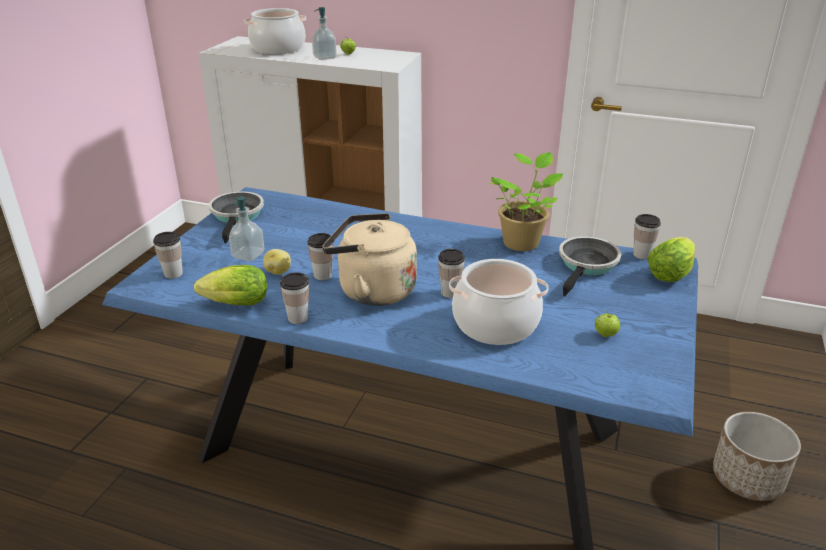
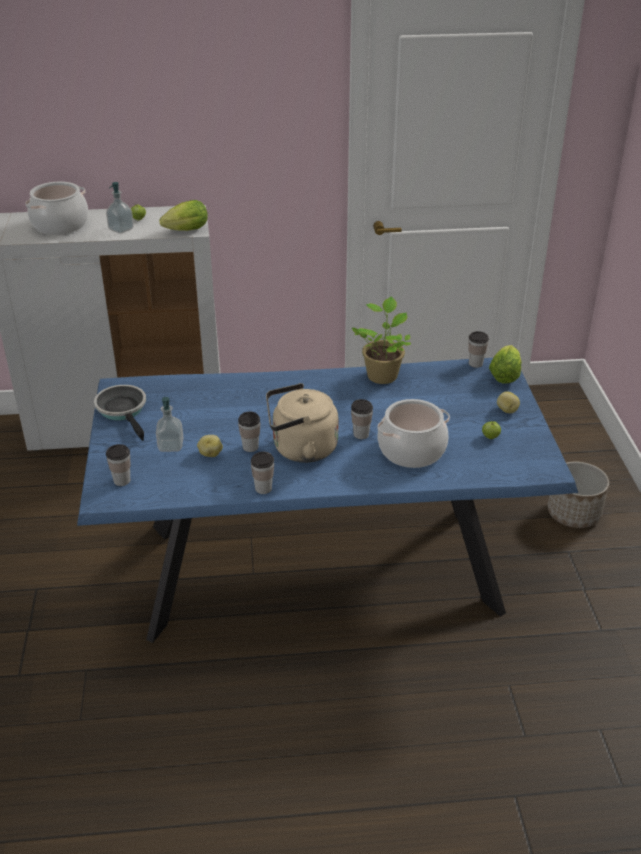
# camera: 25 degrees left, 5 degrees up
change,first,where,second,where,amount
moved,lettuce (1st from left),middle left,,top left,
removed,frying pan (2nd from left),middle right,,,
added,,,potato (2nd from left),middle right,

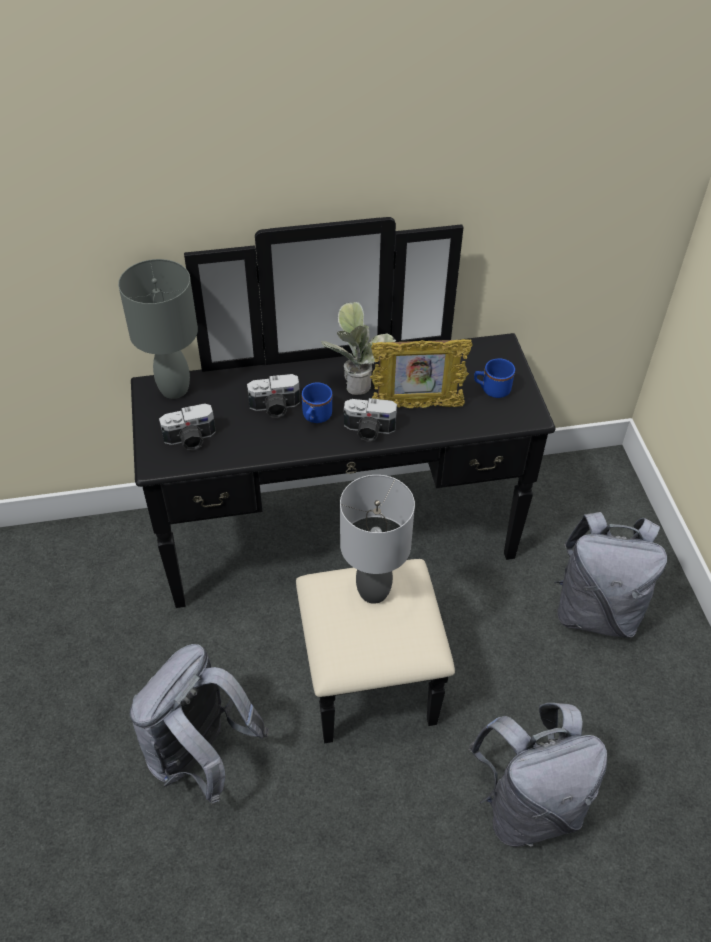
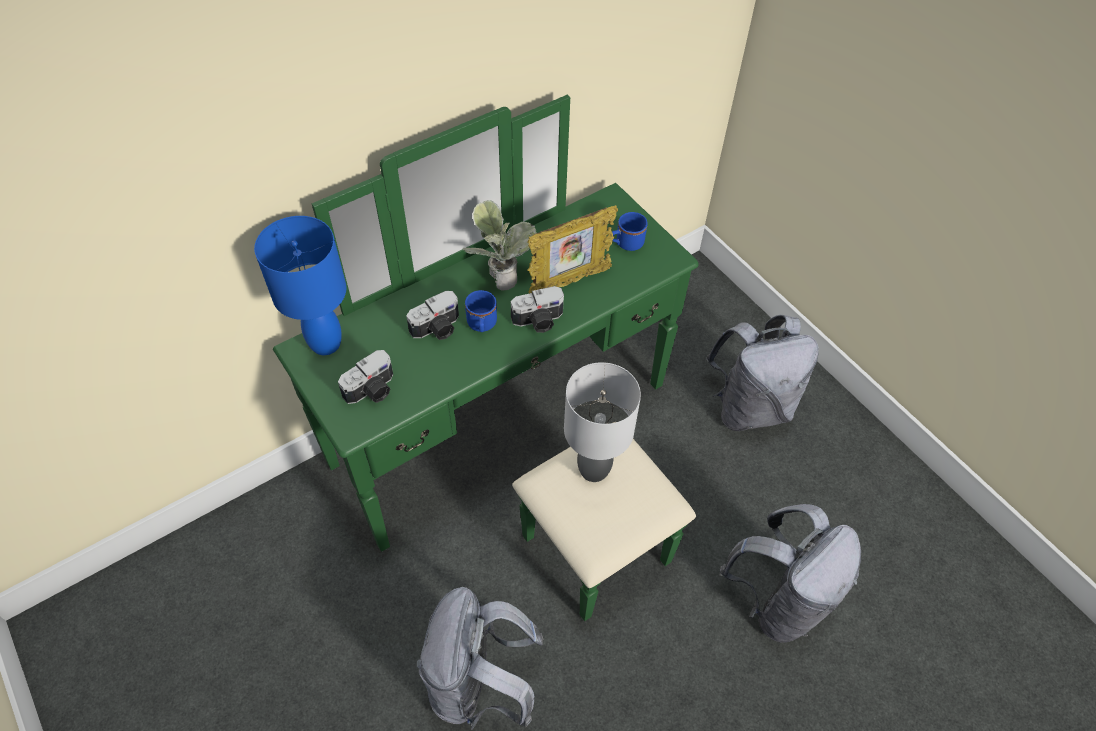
# camera: 25 degrees left, 5 degrees up
change,first,where,second,where,amount
recoloured,grey table lamp (1st from left),middle left,blue table lamp,middle left,
recoloured,black dresser,centre,green dresser,centre,

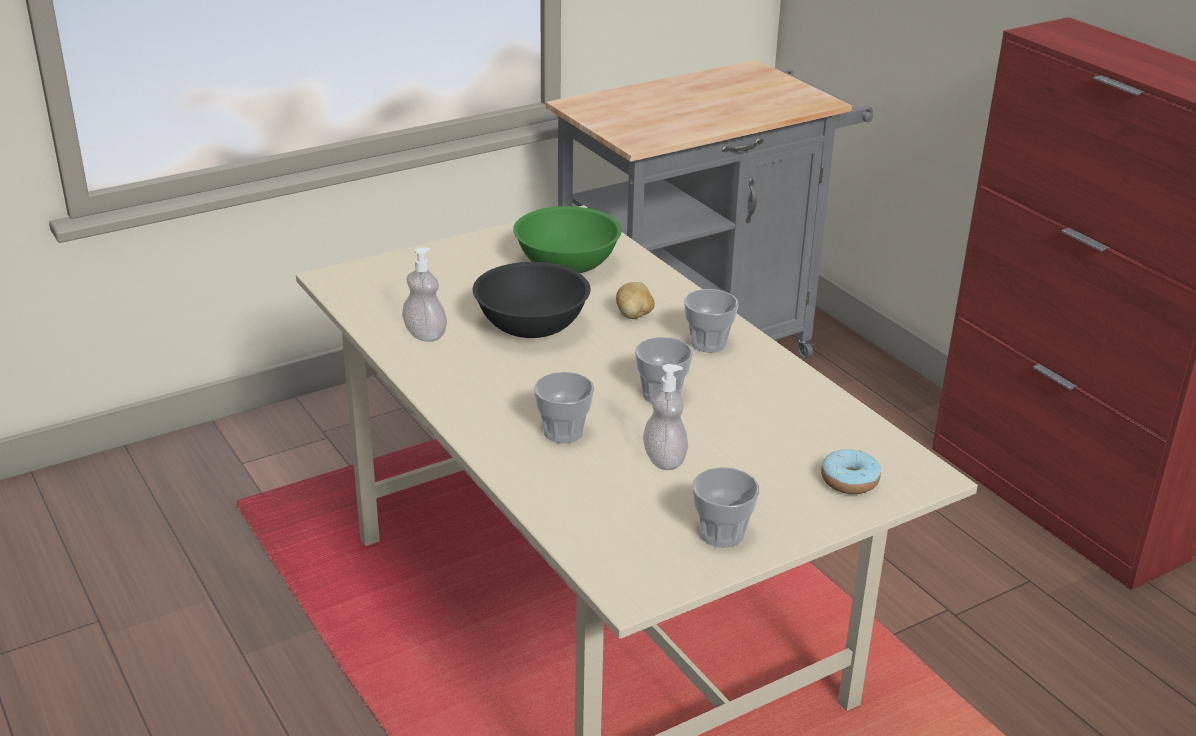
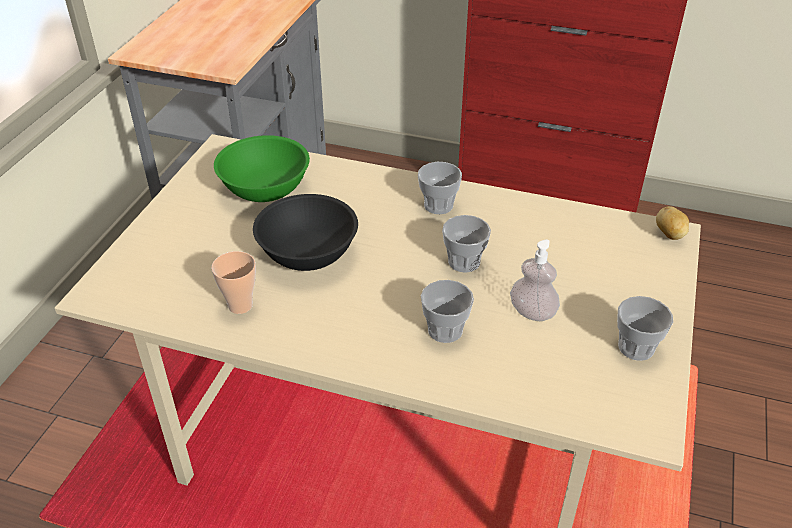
# camera: 40 degrees left, 10 degrees up
change,first,where,second,where,amount
replaced,soap dispenser (1st from left),centre,cup (1st from left),middle left,
moved,potato,centre,,middle right,
removed,donut,middle right,,,

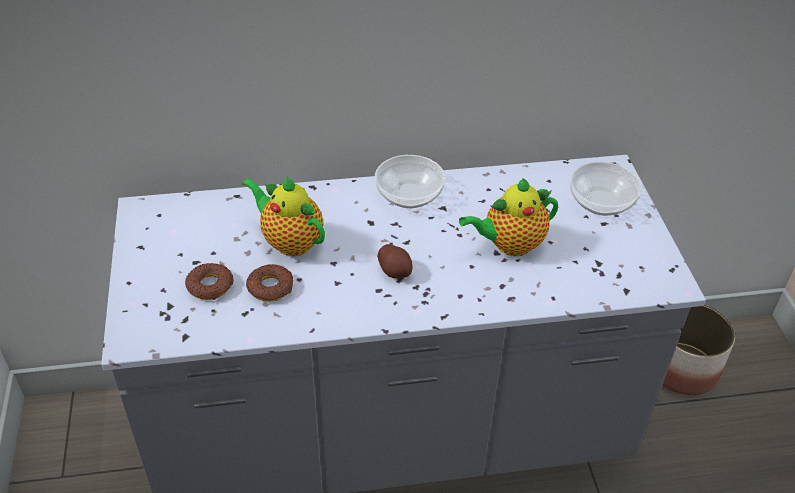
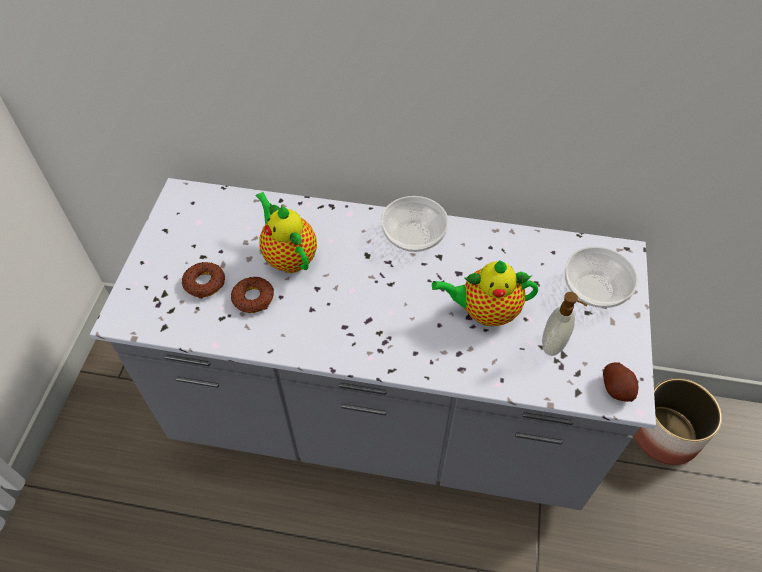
# camera: 20 degrees right, 10 degrees up
change,first,where,second,where,amount
moved,potato,centre,,bottom right,
added,,,soap dispenser,middle right,

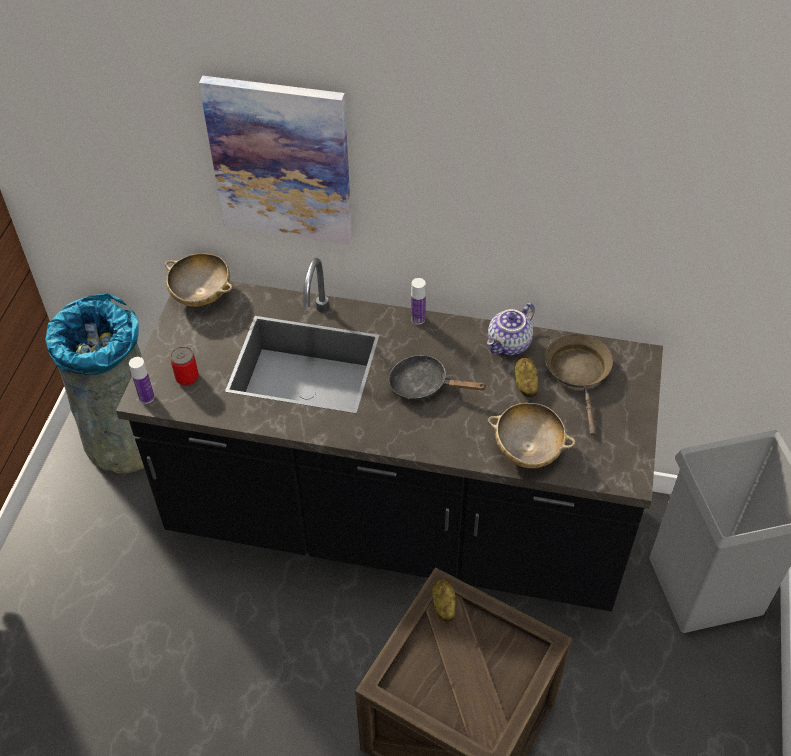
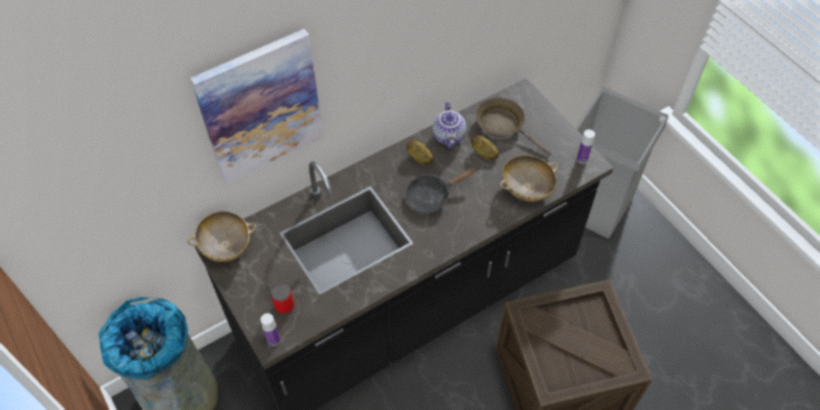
# camera: 45 degrees left, 5 degrees up
change,first,where,second,where,amount
moved,bottle (2nd from left),centre,,middle right,
moved,potato (1st from left),bottom centre,,centre,

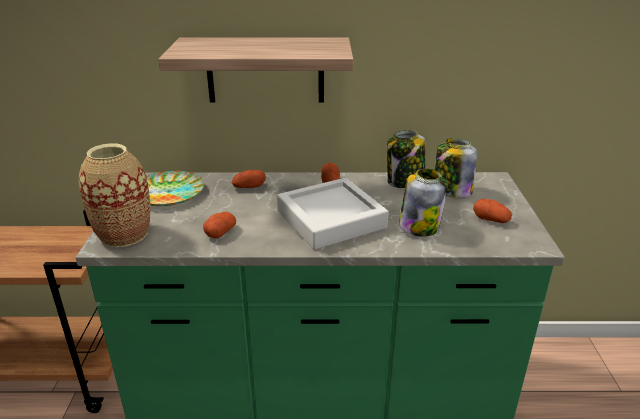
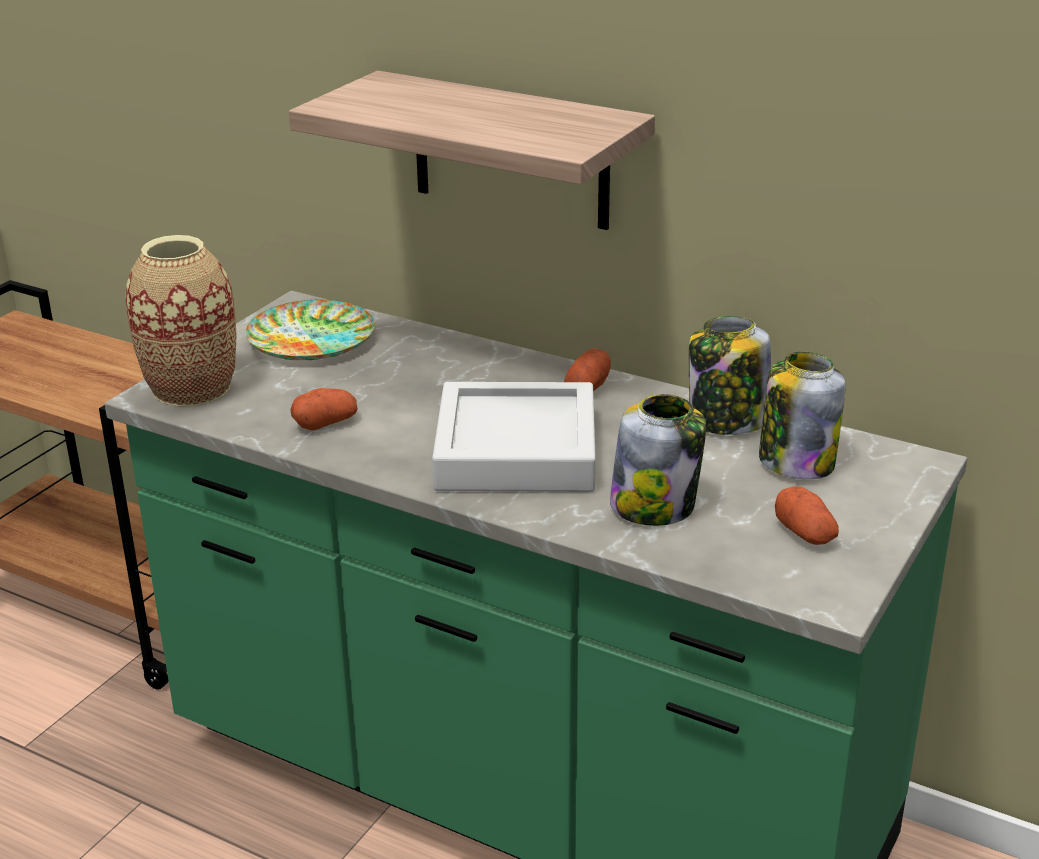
# camera: 30 degrees right, 0 degrees up
change,first,where,second,where,amount
removed,potato (2nd from left),centre,,,

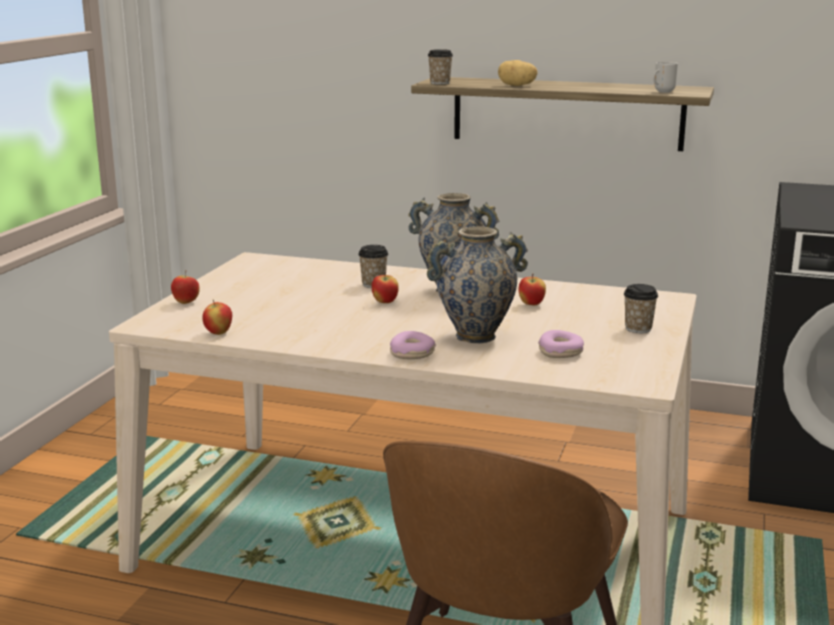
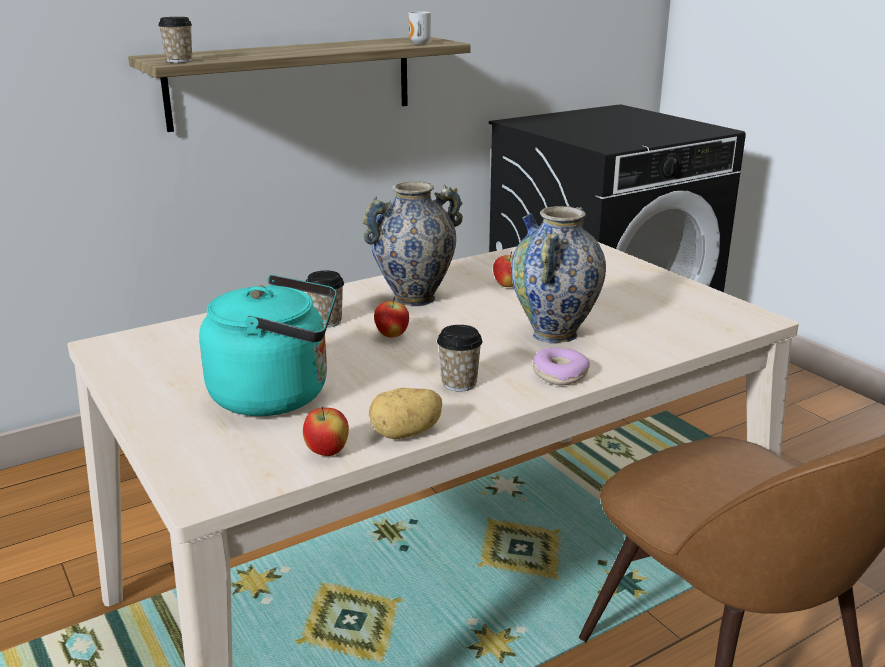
# camera: 50 degrees left, 5 degrees up
change,first,where,second,where,amount
removed,apple (1st from left),middle left,,,
moved,potato,top centre,,centre,
removed,donut (2nd from left),middle right,,,
moved,cup (3rd from left),middle right,,centre,
added,,,turquoise kettle,middle left,

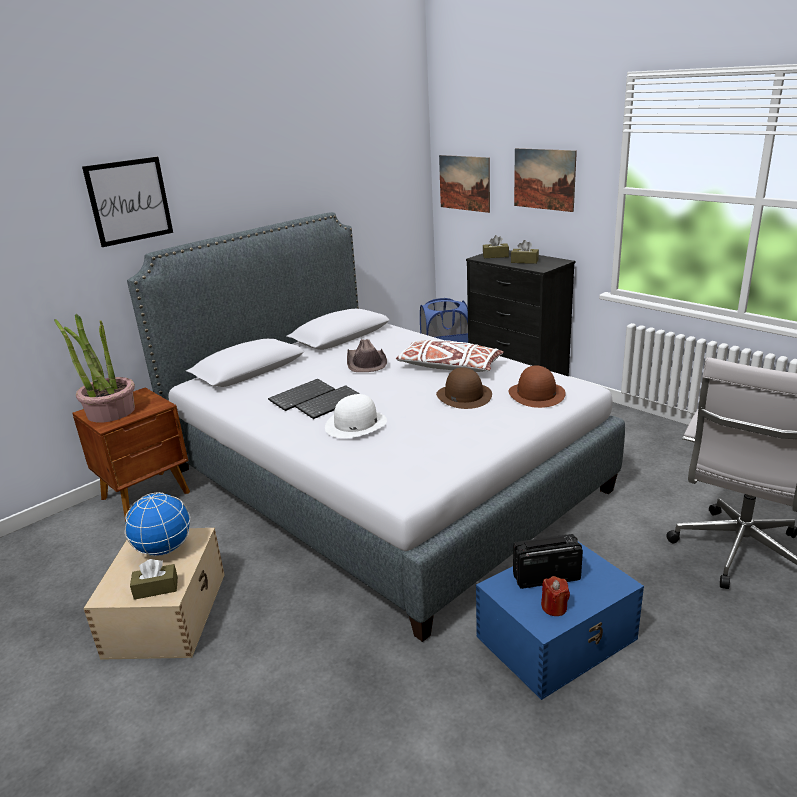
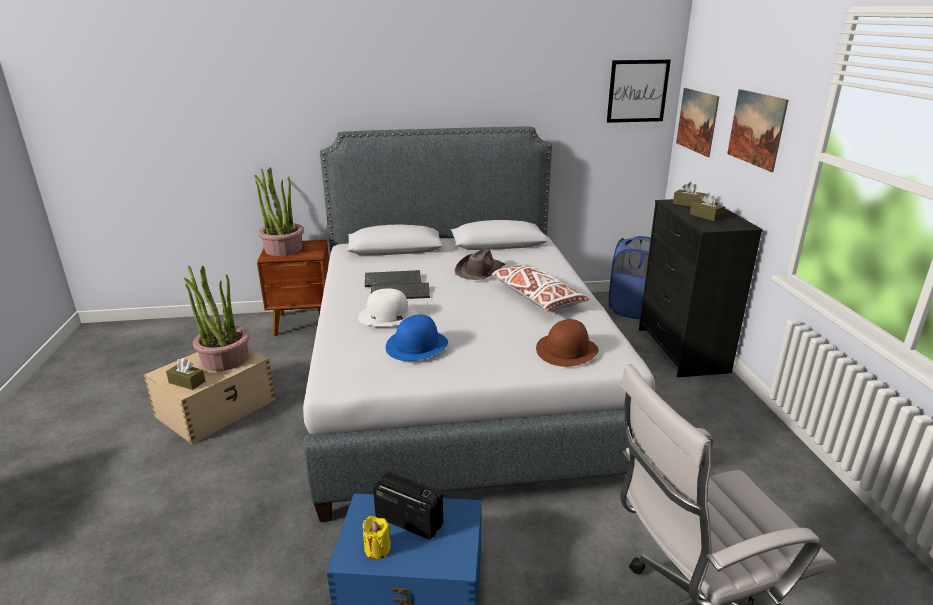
# camera: 35 degrees right, 0 degrees up
change,first,where,second,where,amount
moved,picture (1st from left),top left,,top right,
replaced,globe,middle left,potted plant (1st from left),middle left,
removed,brown hat (2nd from left),centre,,,
recoloured,red candle,bottom right,yellow candle,bottom centre,
added,,,blue hat,centre,

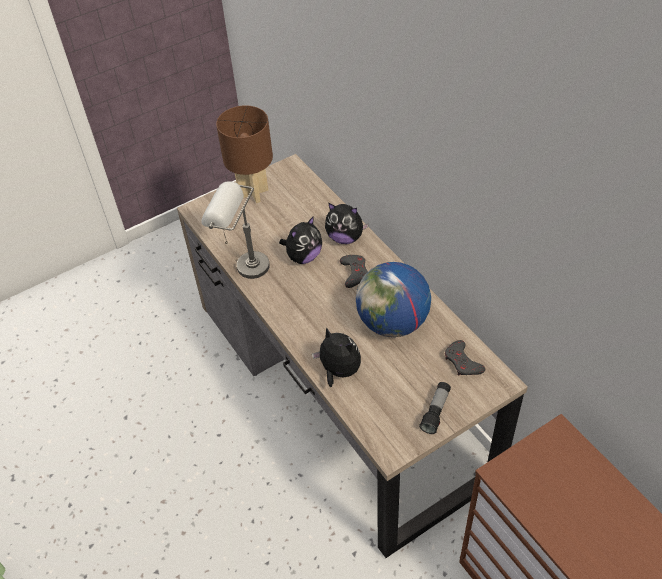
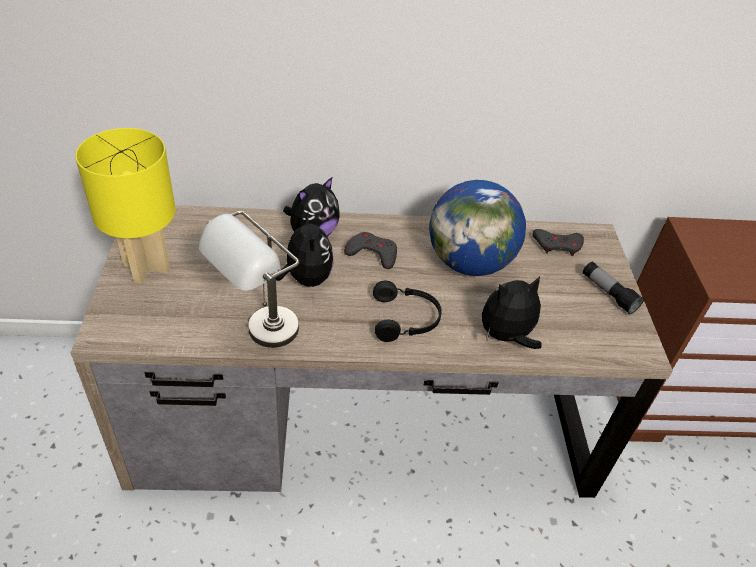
# camera: 65 degrees left, 5 degrees down
change,first,where,second,where,amount
recoloured,brown table lamp,top centre,yellow table lamp,middle left,
added,,,black headphones,centre,

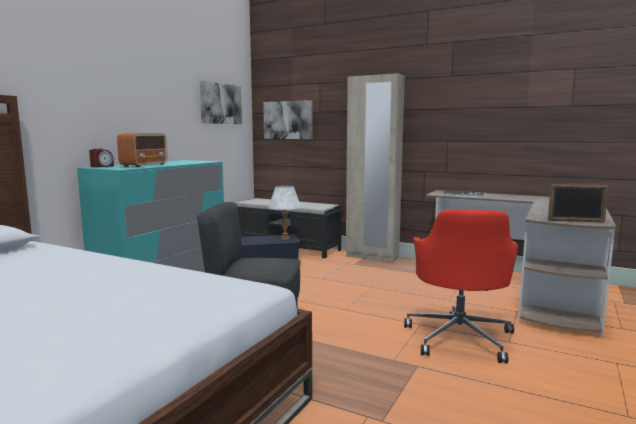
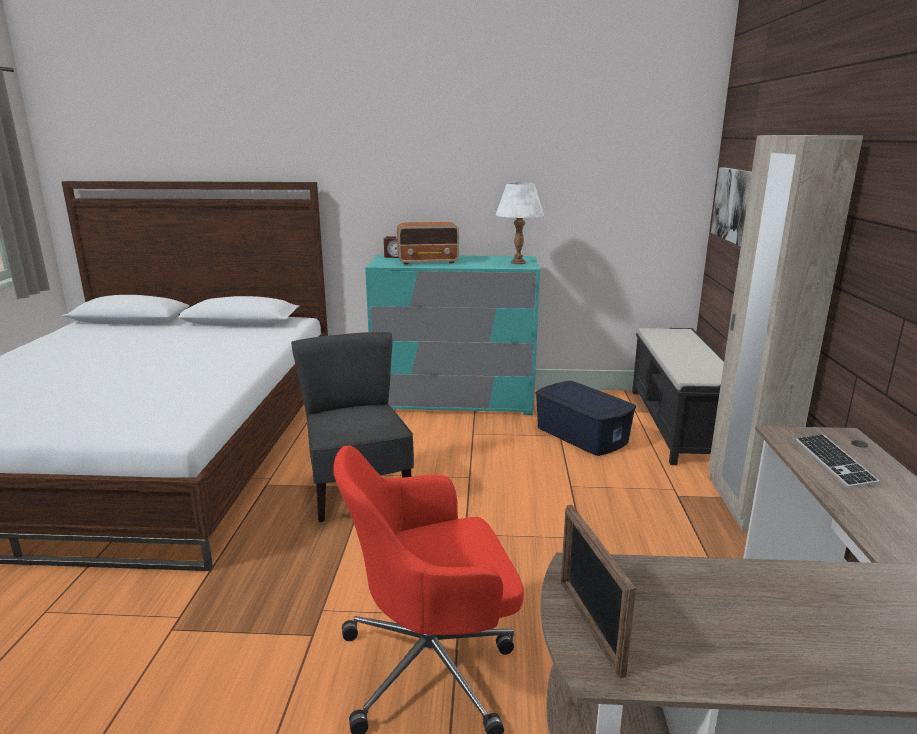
# camera: 65 degrees right, 10 degrees up
change,first,where,second,where,amount
removed,picture (1st from left),top centre,,,
moved,white table lamp,centre,,top centre,

